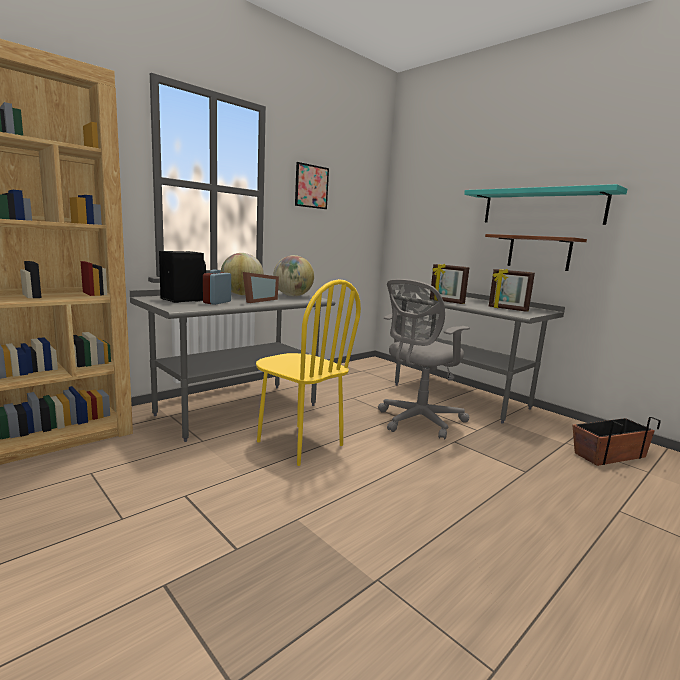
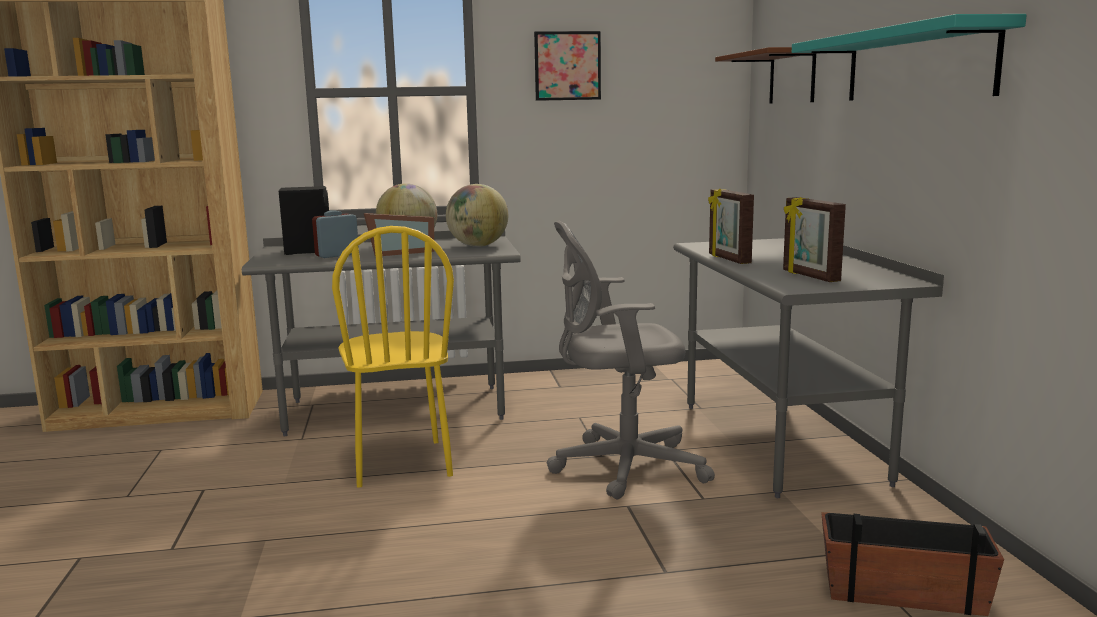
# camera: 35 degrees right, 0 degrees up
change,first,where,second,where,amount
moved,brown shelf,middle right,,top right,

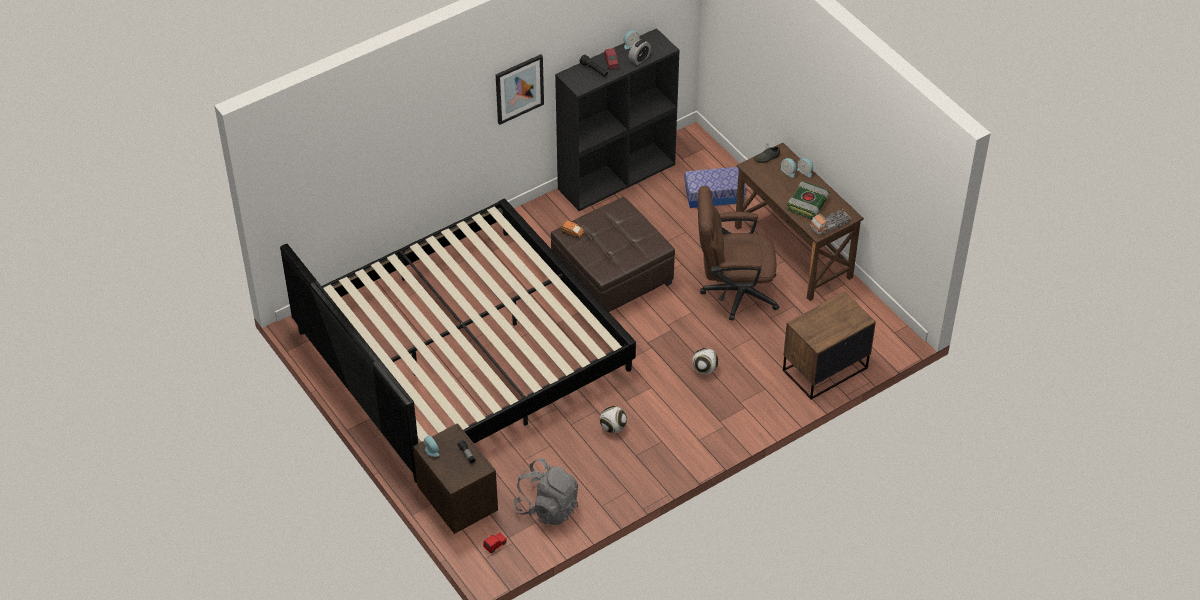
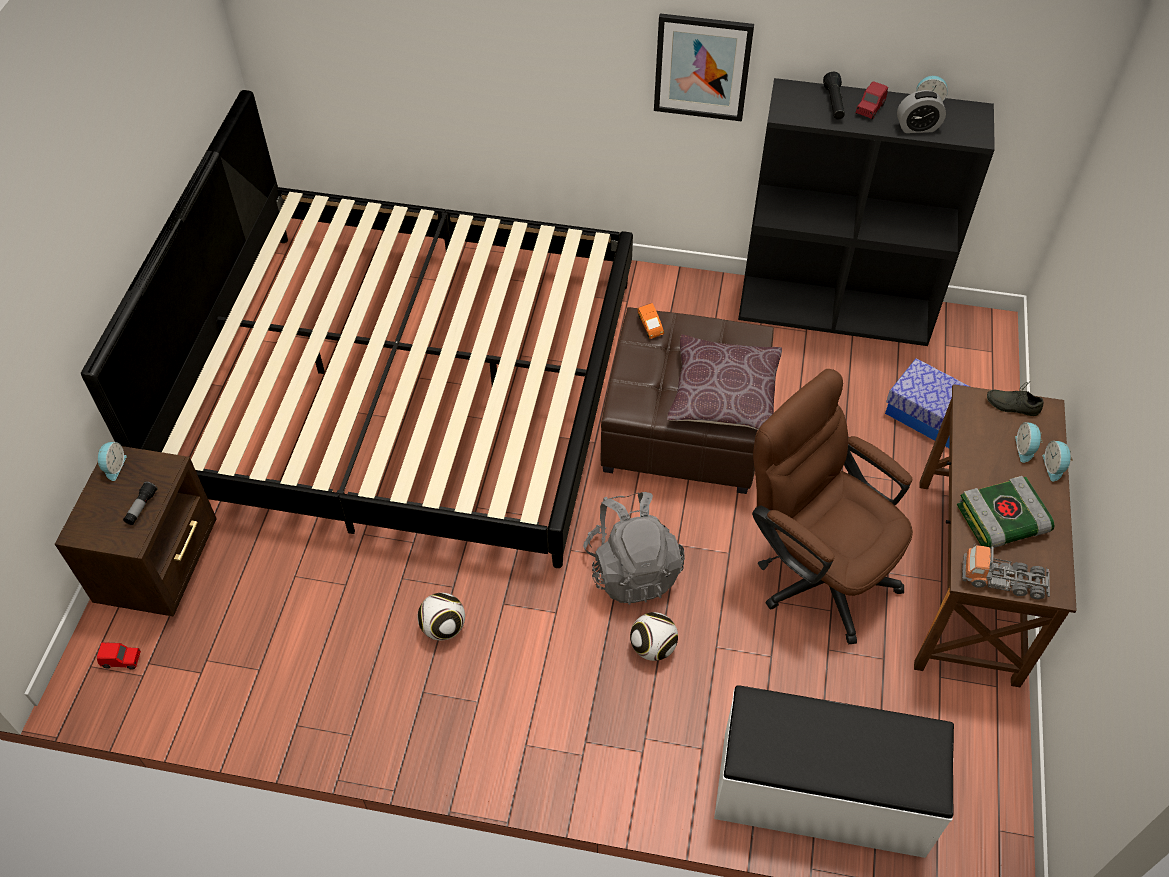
# camera: 45 degrees right, 5 degrees up
change,first,where,second,where,amount
moved,grey backpack,bottom centre,,centre,
replaced,brown nightstand (2nd from left),middle right,white bench,bottom right,
added,,,brown pillow,centre,

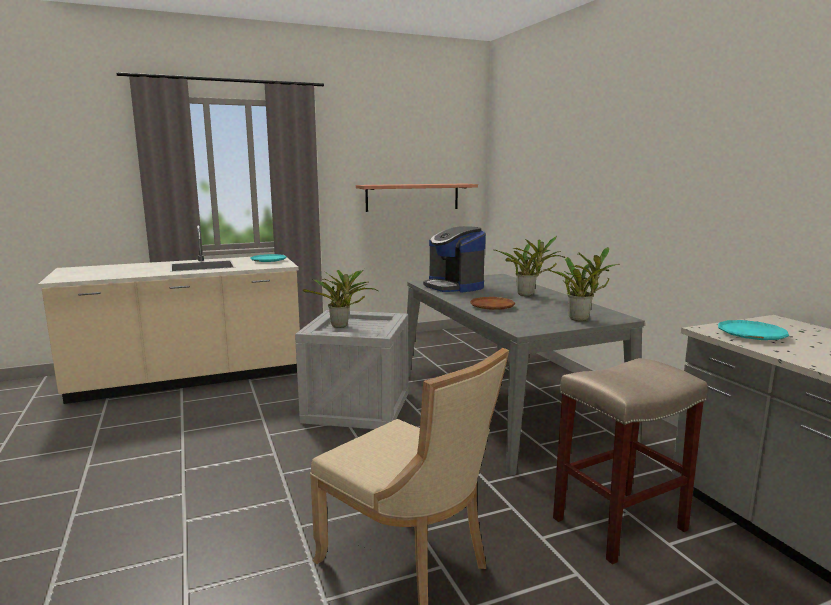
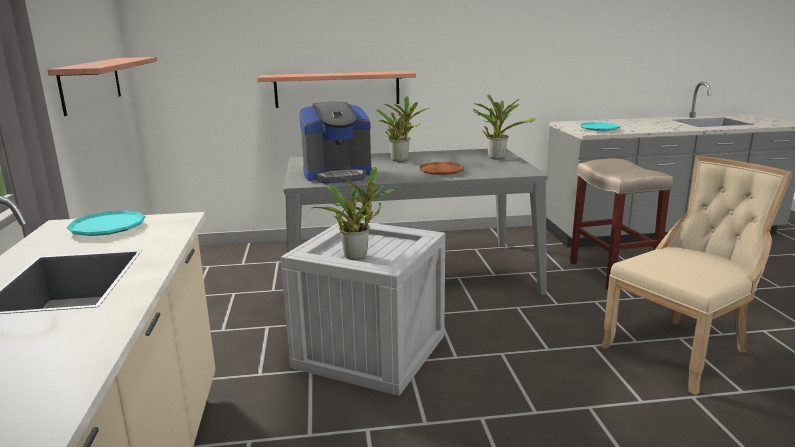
# camera: 75 degrees left, 5 degrees up
change,first,where,second,where,amount
added,,,shelf (2nd from left),top centre,

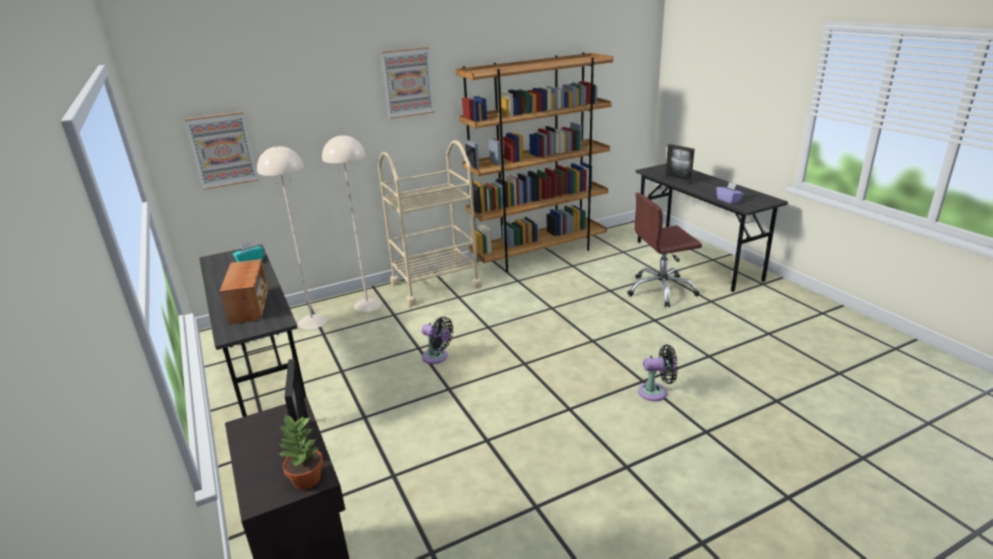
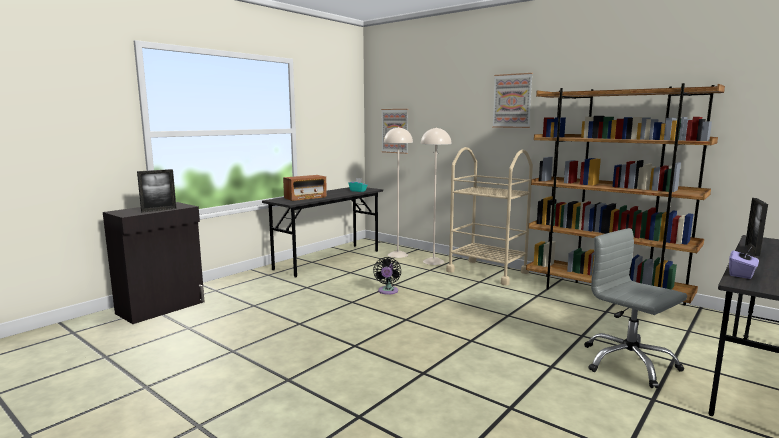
# camera: 65 degrees right, 15 degrees down
change,first,where,second,where,amount
removed,potted plant,bottom left,,,
recoloured,brown office chair,middle right,grey office chair,bottom right,
removed,black fan (2nd from left),centre,,,

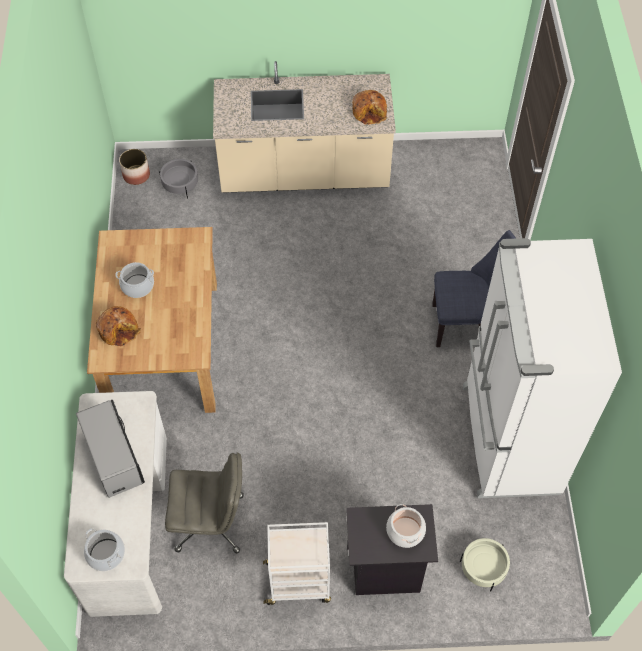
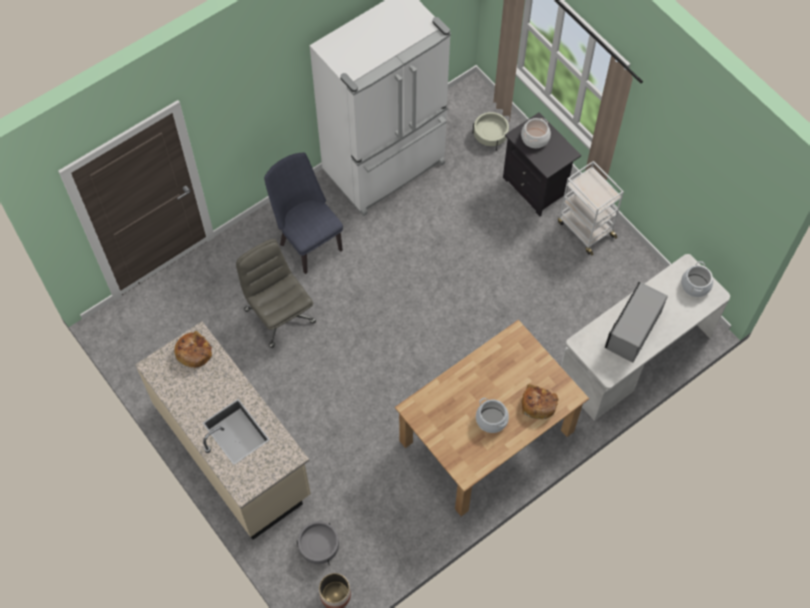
# camera: 125 degrees left, 5 degrees up
change,first,where,second,where,amount
moved,grey office chair,bottom left,,centre,

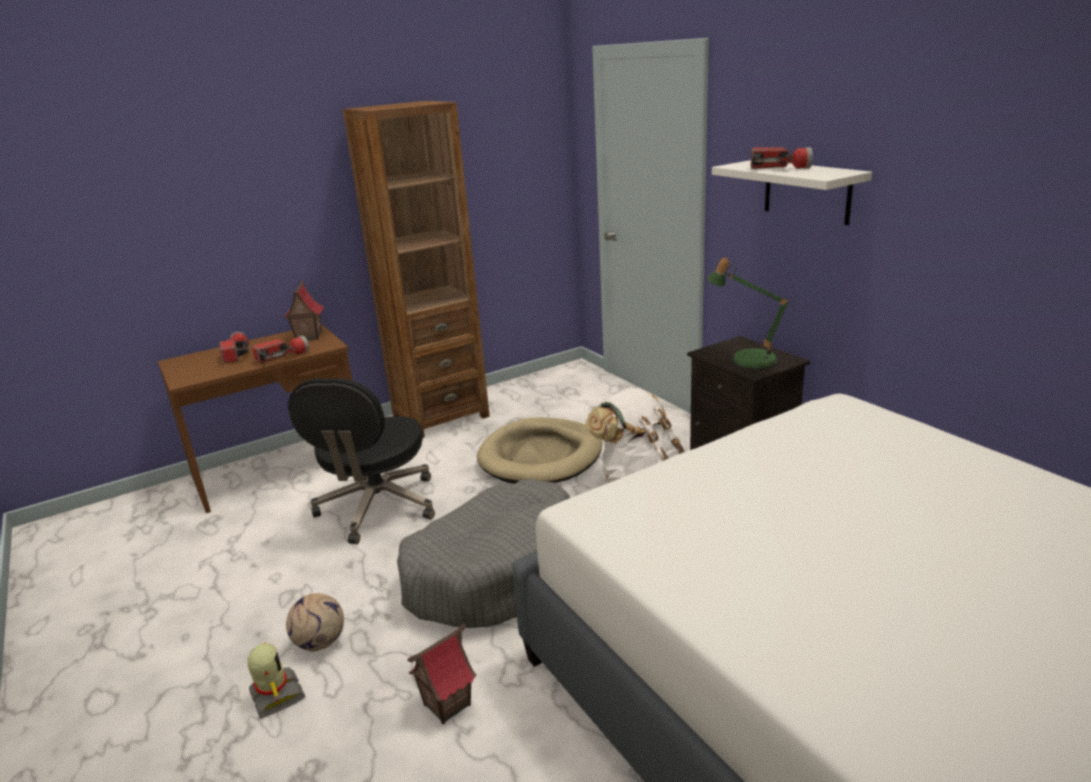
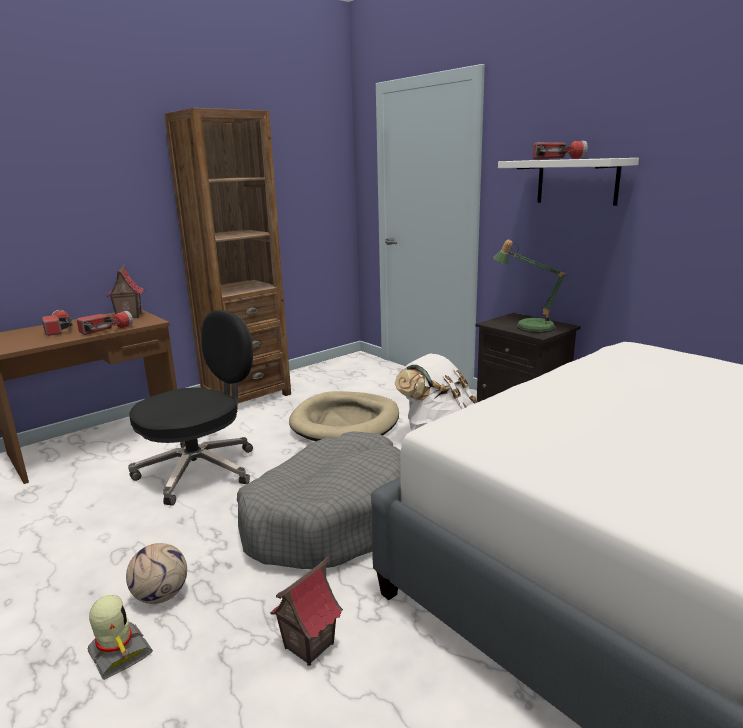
# camera: 10 degrees left, 5 degrees down
change,first,where,second,where,amount
turned,black office chair,middle left,,middle left,135 degrees counterclockwise

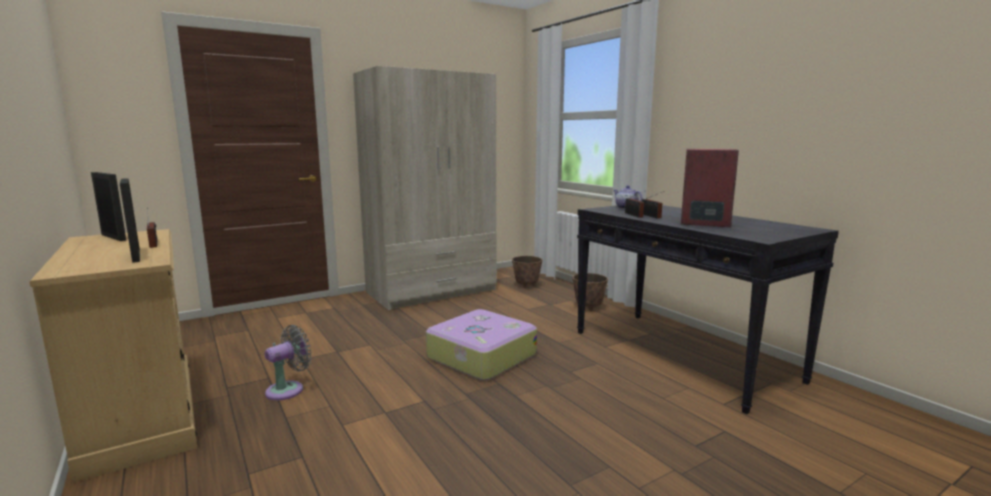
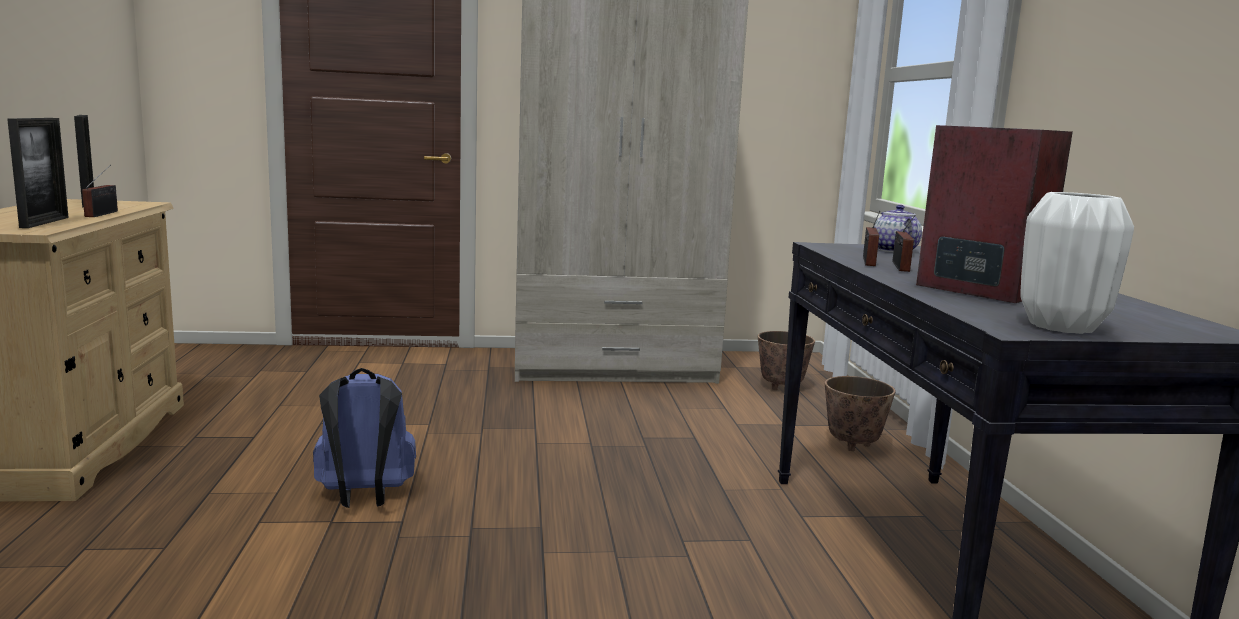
# camera: 25 degrees right, 0 degrees up
change,first,where,second,where,amount
removed,grey fan,bottom left,,,
removed,suitcase,bottom centre,,,
added,,,blue backpack,bottom left,
added,,,white vase,middle right,

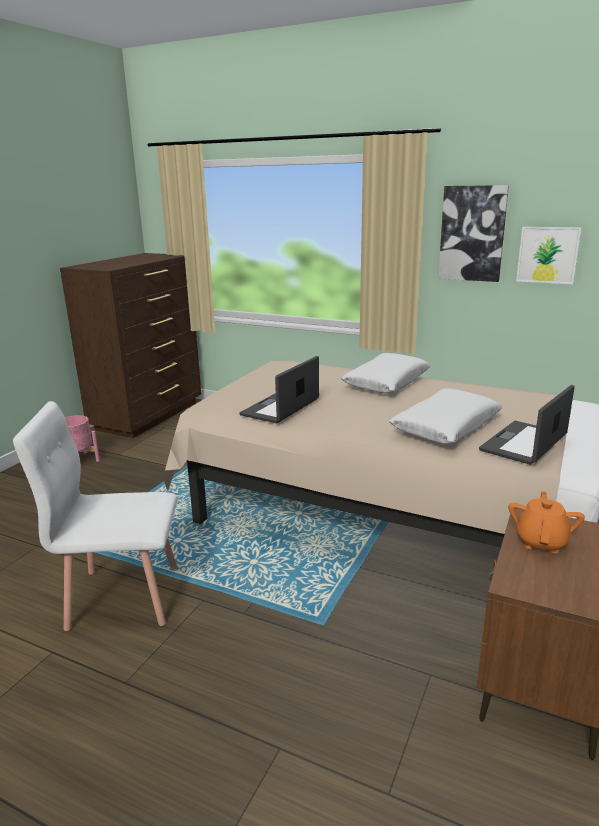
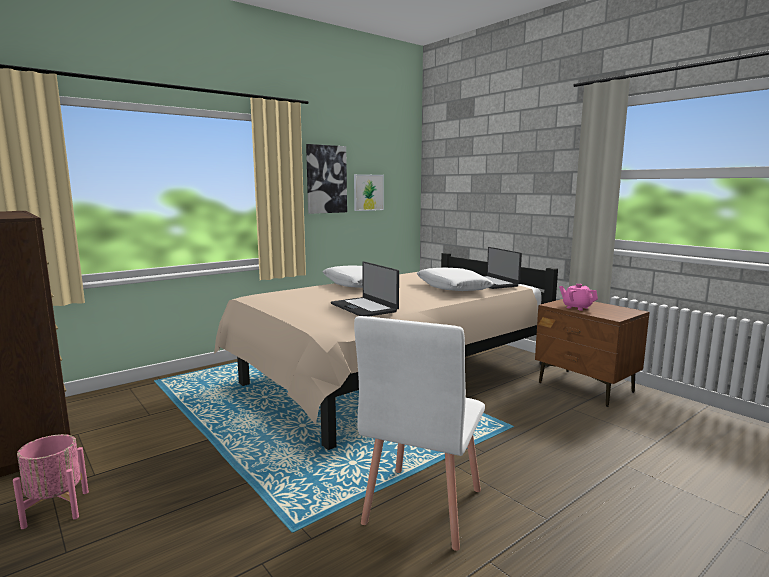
# camera: 65 degrees left, 10 degrees down
change,first,where,second,where,amount
recoloured,orange teapot,middle right,pink teapot,middle right,

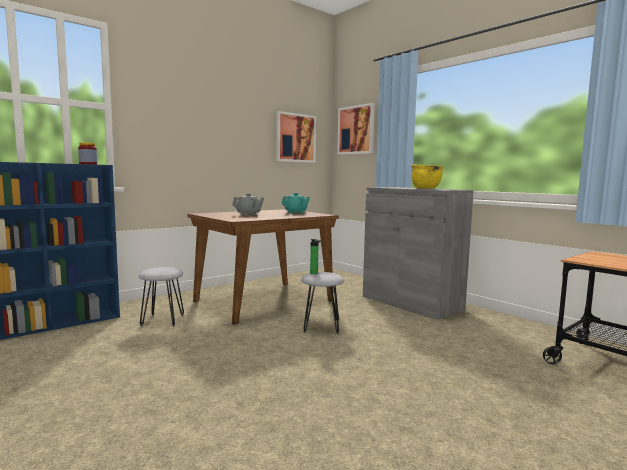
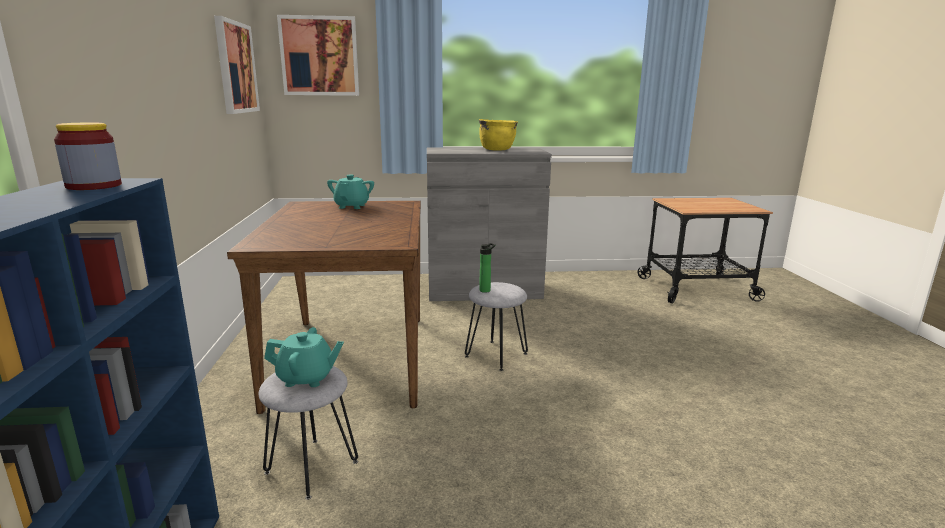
# camera: 55 degrees left, 10 degrees up
change,first,where,second,where,amount
removed,grey teapot,centre,,,
added,,,turquoise teapot (1st from left),bottom left,

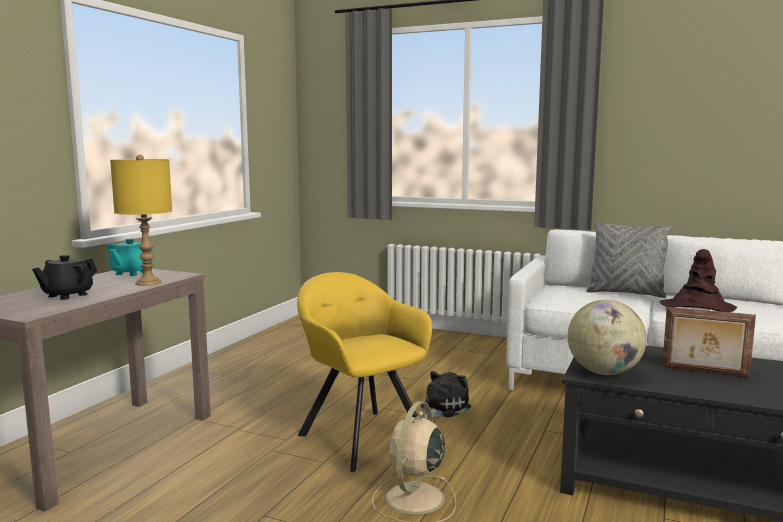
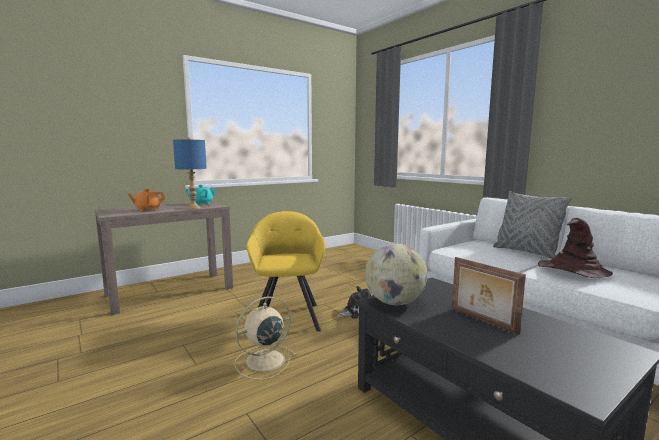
# camera: 30 degrees right, 0 degrees up
change,first,where,second,where,amount
recoloured,black teapot,middle left,orange teapot,middle left,
recoloured,yellow table lamp,middle left,blue table lamp,middle left,

